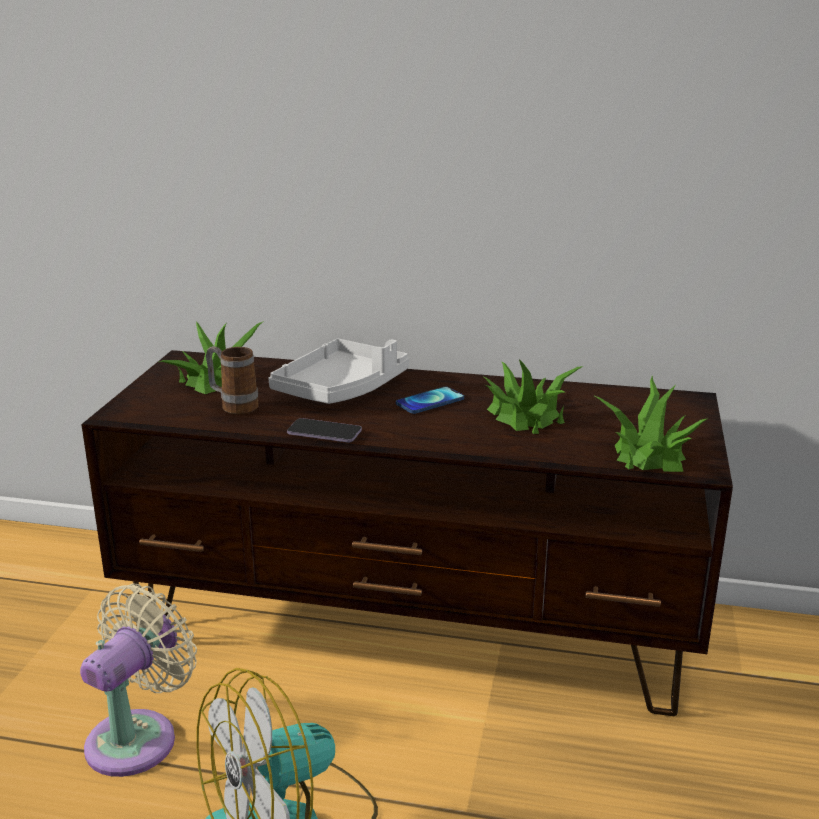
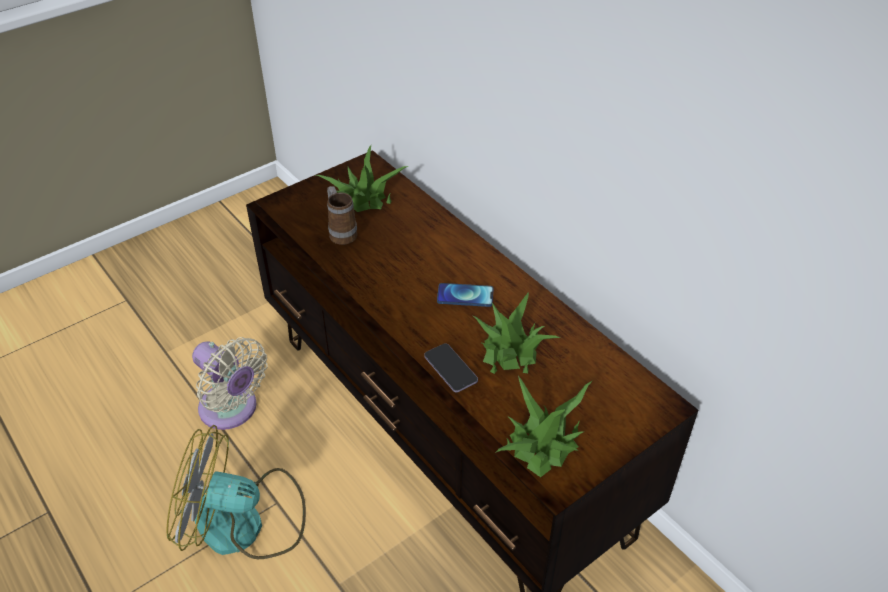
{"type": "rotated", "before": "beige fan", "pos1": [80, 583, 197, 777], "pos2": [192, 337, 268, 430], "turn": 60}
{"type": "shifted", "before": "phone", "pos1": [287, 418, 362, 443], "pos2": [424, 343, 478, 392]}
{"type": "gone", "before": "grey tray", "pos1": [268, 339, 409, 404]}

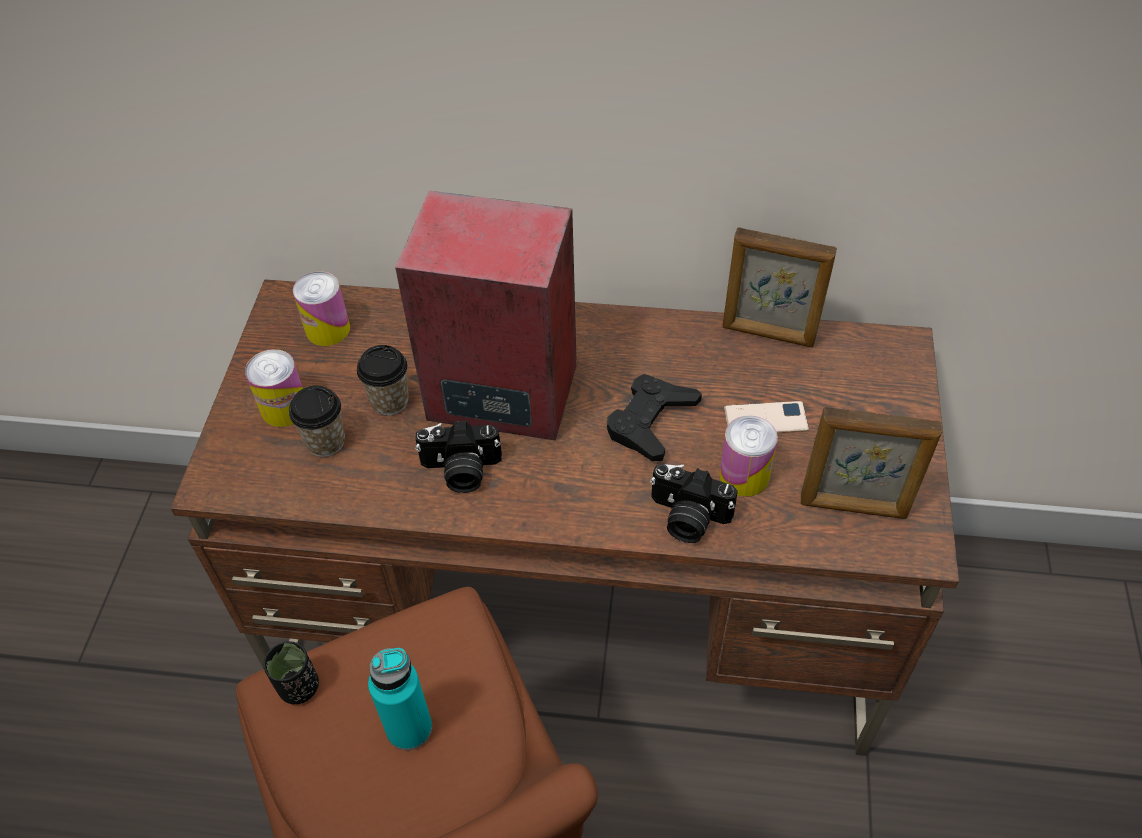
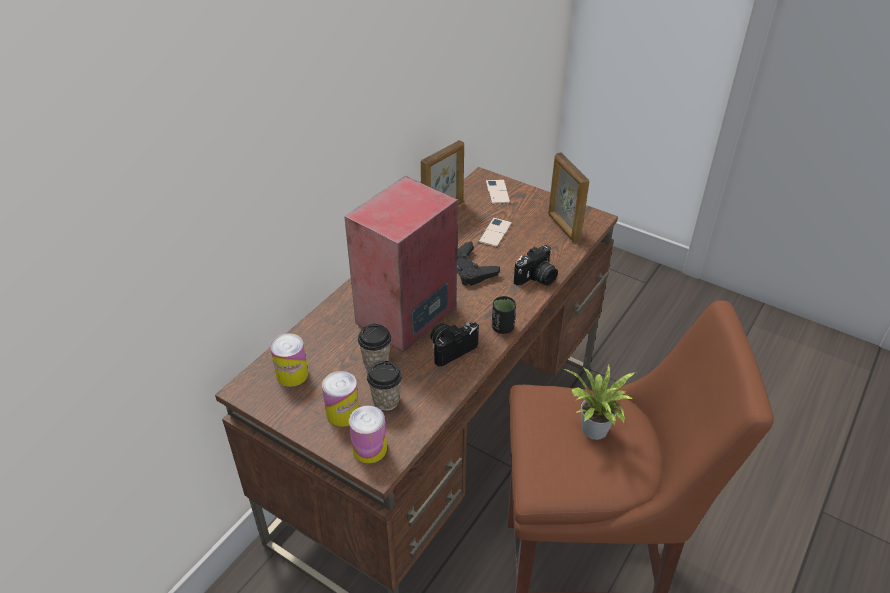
{"type": "shifted", "before": "can", "pos1": [719, 415, 778, 497], "pos2": [349, 405, 387, 463]}
{"type": "rotated", "before": "photo camera", "pos1": [415, 420, 502, 493], "pos2": [430, 322, 479, 366], "turn": -150}
{"type": "new", "after": "phone", "pos2": [486, 179, 510, 204]}
{"type": "shifted", "before": "black cup", "pos1": [264, 641, 319, 704], "pos2": [492, 296, 516, 334]}
{"type": "rotated", "before": "picture frame", "pos1": [801, 407, 942, 519], "pos2": [548, 153, 590, 243], "turn": 120}
{"type": "swapped", "before": "turquoise bottle", "after": "potted plant", "pos1": [368, 648, 432, 750], "pos2": [564, 364, 634, 440]}

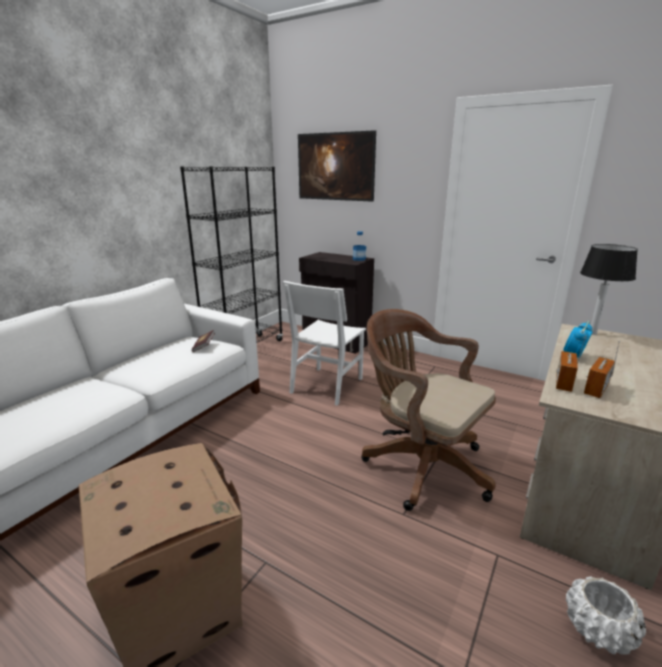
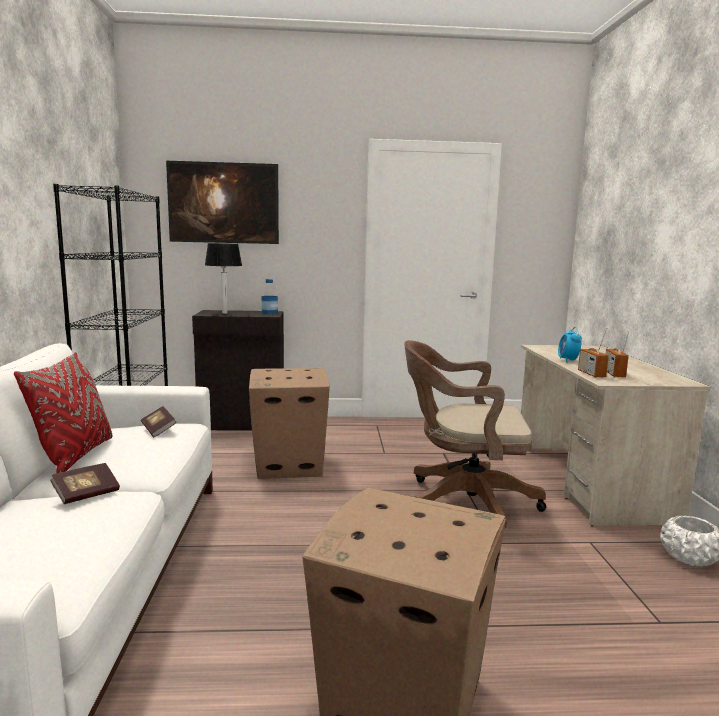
{"type": "new", "after": "red pillow", "pos2": [14, 352, 113, 473]}
{"type": "new", "after": "book", "pos2": [50, 463, 120, 504]}
{"type": "shifted", "before": "table lamp", "pos1": [580, 244, 638, 335], "pos2": [205, 243, 242, 314]}
{"type": "swapped", "before": "white chair", "after": "cardboard box", "pos1": [283, 281, 366, 406], "pos2": [249, 368, 330, 479]}

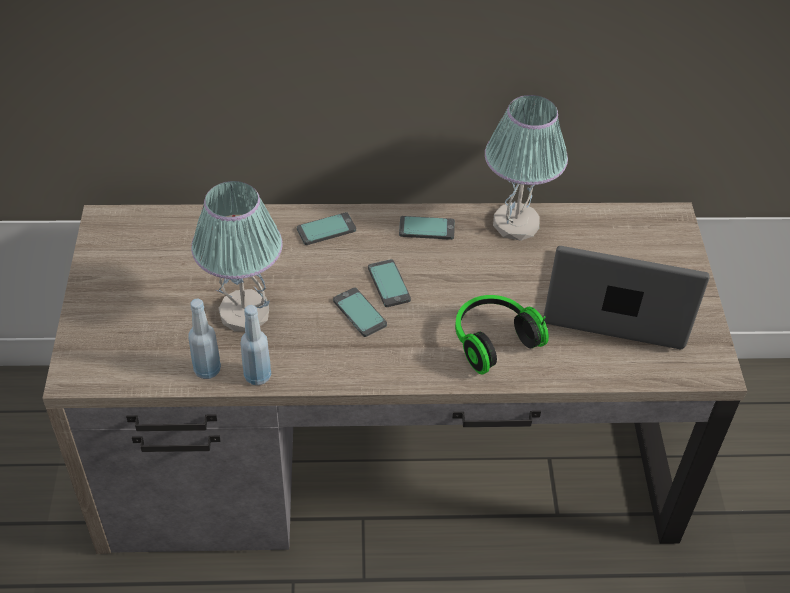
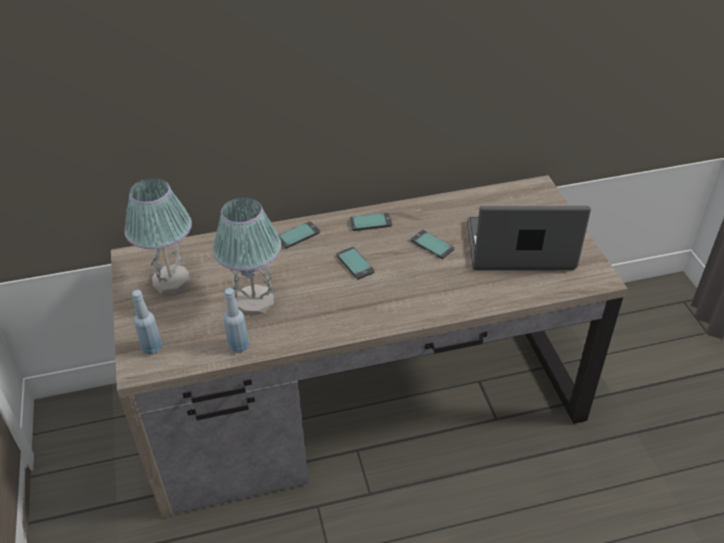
{"type": "shifted", "before": "table lamp", "pos1": [485, 95, 568, 241], "pos2": [124, 178, 192, 294]}
{"type": "shifted", "before": "blue bottle", "pos1": [240, 305, 271, 385], "pos2": [132, 290, 162, 355]}
{"type": "shifted", "before": "phone", "pos1": [333, 287, 387, 337], "pos2": [411, 230, 454, 259]}
{"type": "gone", "before": "headphones", "pos1": [455, 295, 549, 374]}

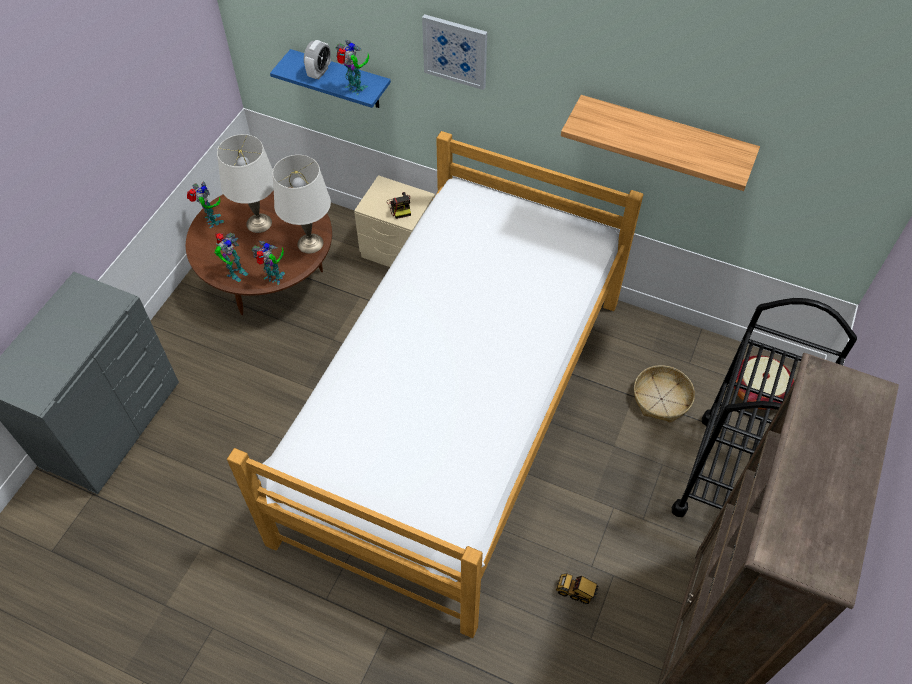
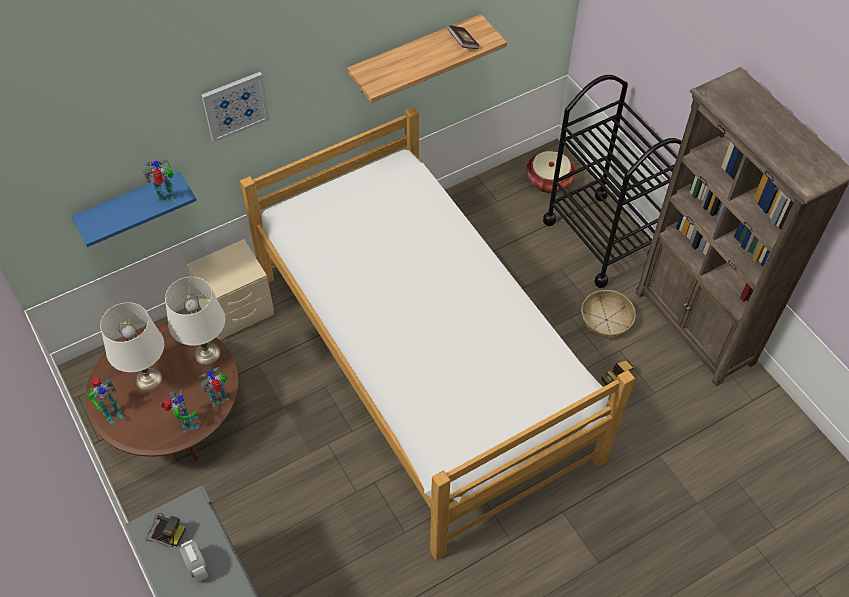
{"type": "rotated", "before": "toy robot", "pos1": [187, 181, 224, 228], "pos2": [87, 377, 124, 424], "turn": 135}
{"type": "shifted", "before": "photo camera", "pos1": [387, 192, 411, 219], "pos2": [147, 513, 186, 547]}
{"type": "shifted", "before": "alarm clock", "pos1": [304, 40, 331, 79], "pos2": [179, 540, 208, 582]}
{"type": "new", "after": "book", "pos2": [448, 25, 479, 49]}
{"type": "shifted", "before": "basket", "pos1": [634, 365, 695, 423], "pos2": [581, 290, 636, 340]}

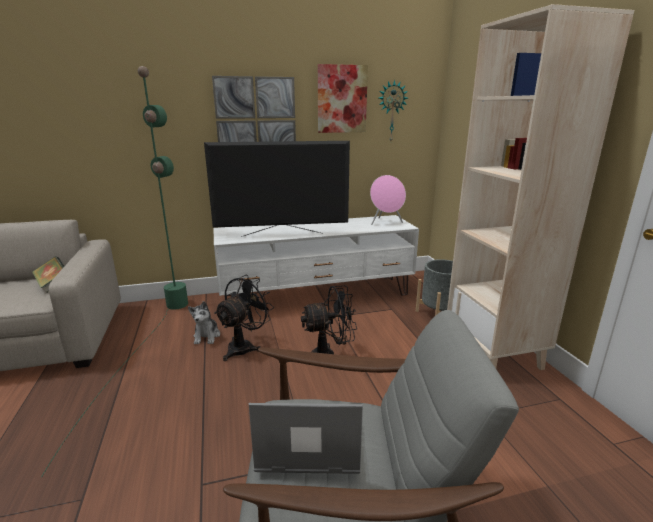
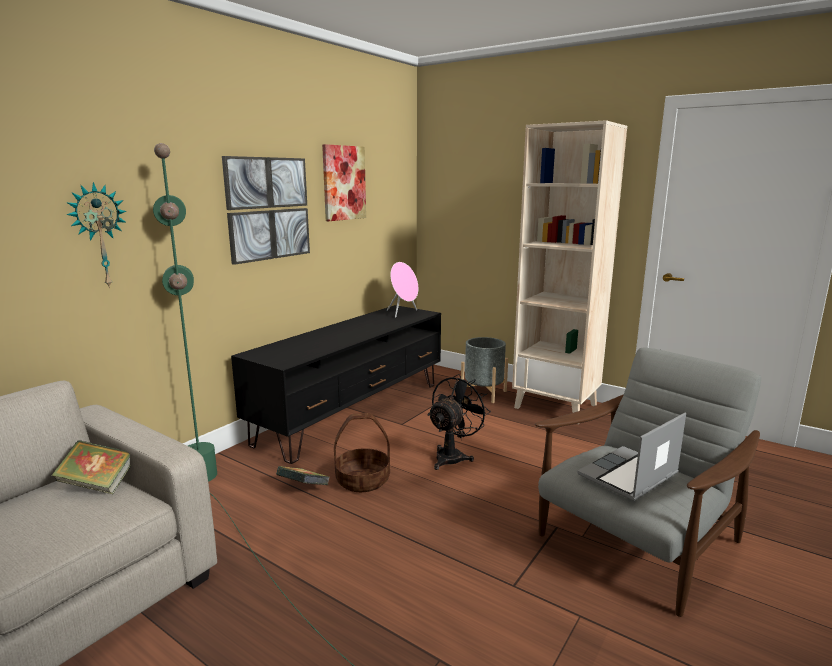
{"type": "shifted", "before": "wall clock", "pos1": [379, 80, 408, 141], "pos2": [66, 182, 127, 288]}
{"type": "repainted", "before": "white tv stand", "after": "black tv stand", "pos1": [213, 215, 419, 299], "pos2": [231, 305, 441, 464]}
{"type": "swapped", "before": "plush toy", "after": "book", "pos1": [188, 301, 220, 344], "pos2": [276, 466, 330, 485]}
{"type": "swapped", "before": "black fan", "after": "basket", "pos1": [214, 275, 274, 361], "pos2": [334, 413, 390, 492]}
{"type": "gone", "before": "television", "pos1": [204, 141, 350, 237]}

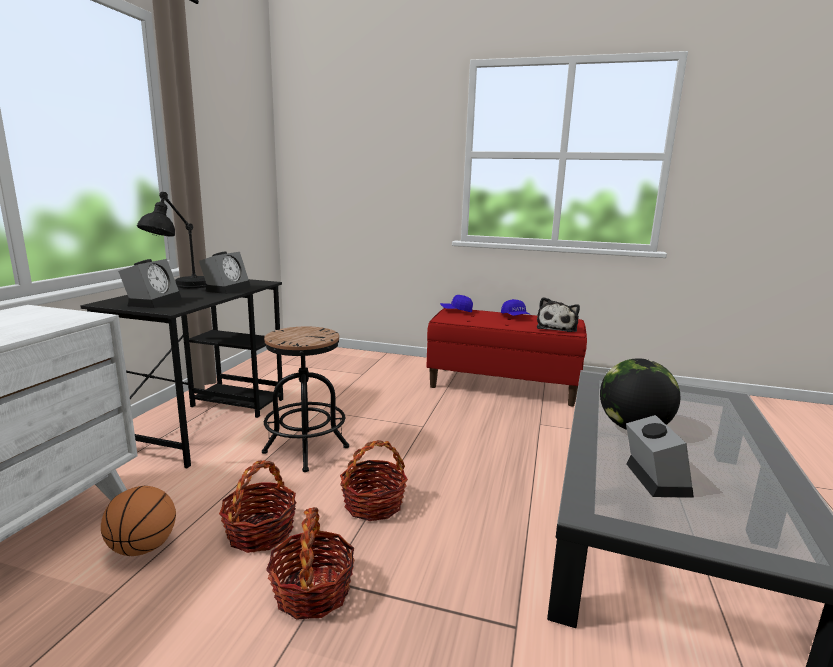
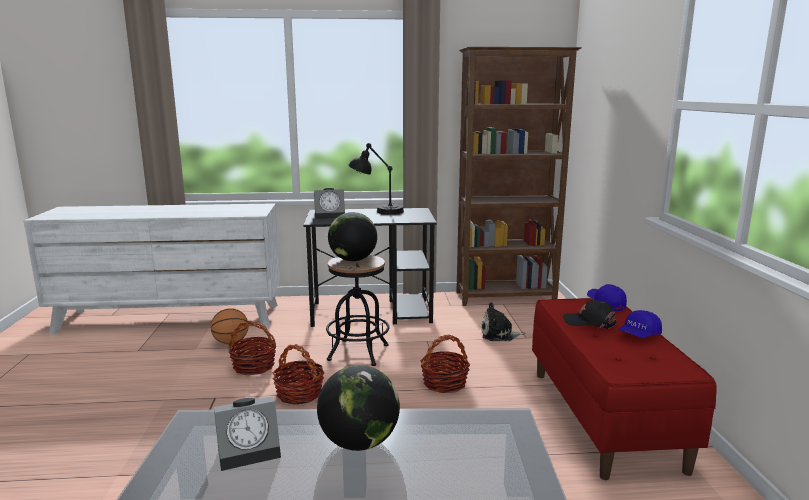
{"type": "new", "after": "globe", "pos2": [328, 212, 377, 261]}
{"type": "shifted", "before": "basket", "pos1": [266, 507, 355, 620], "pos2": [420, 335, 470, 393]}
{"type": "new", "after": "brown bookcase", "pos2": [456, 47, 582, 306]}
{"type": "shifted", "before": "plush toy", "pos1": [537, 297, 580, 332], "pos2": [481, 302, 525, 341]}
{"type": "new", "after": "black cap", "pos2": [563, 300, 617, 329]}
{"type": "gone", "before": "alarm clock", "pos1": [199, 251, 251, 294]}

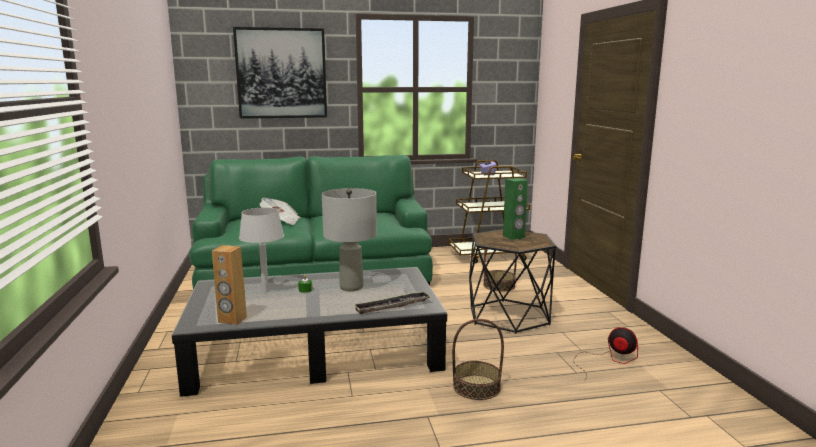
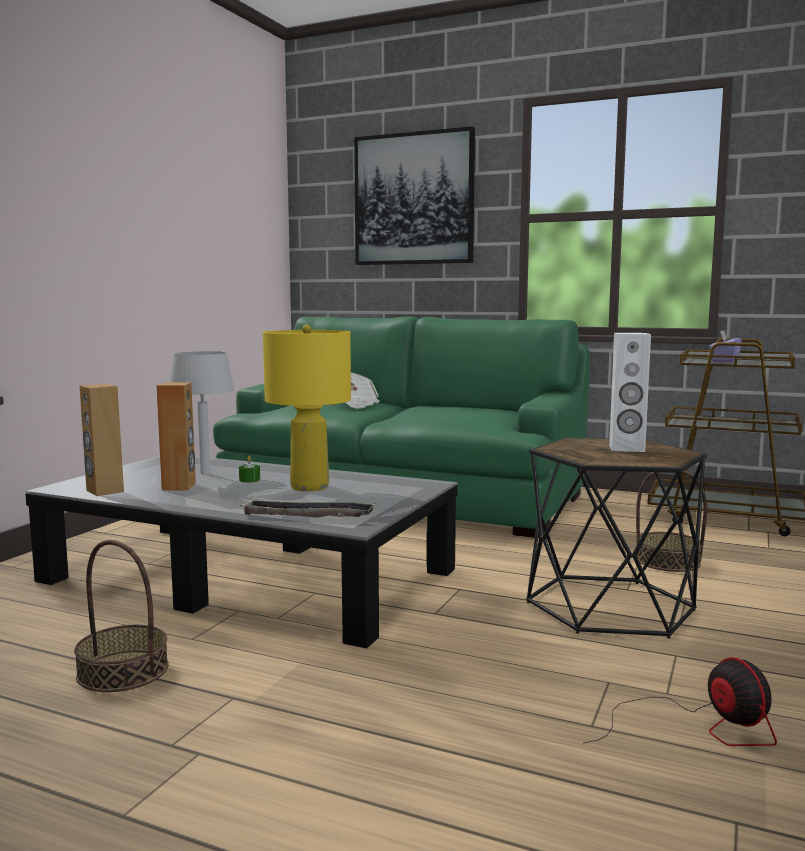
{"type": "shifted", "before": "basket", "pos1": [452, 319, 504, 400], "pos2": [74, 540, 168, 692]}
{"type": "new", "after": "brown speaker", "pos2": [156, 382, 196, 491]}
{"type": "repainted", "before": "grey table lamp", "after": "yellow table lamp", "pos1": [322, 188, 377, 291], "pos2": [263, 325, 351, 492]}
{"type": "repainted", "before": "green speaker", "after": "white speaker", "pos1": [503, 178, 528, 240], "pos2": [609, 333, 651, 452]}

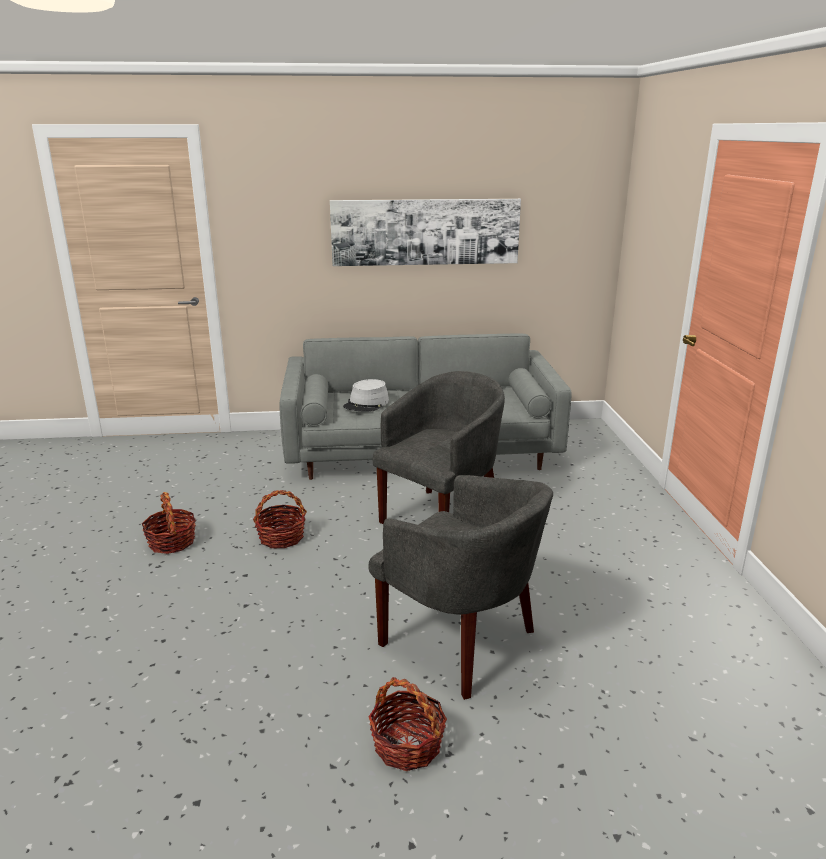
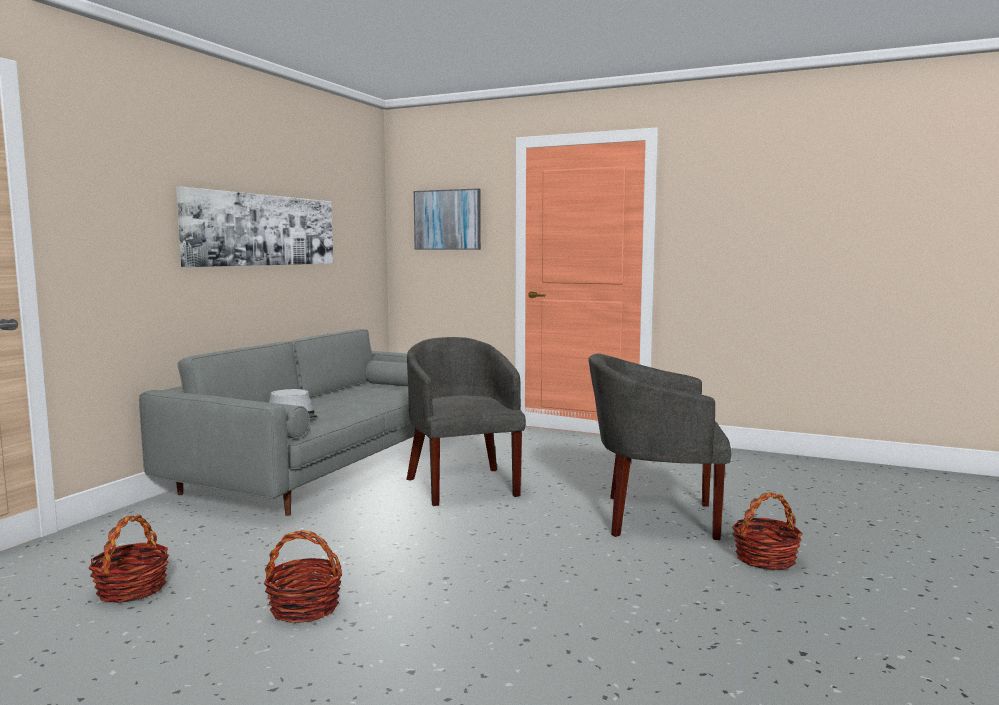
{"type": "shifted", "before": "basket", "pos1": [253, 490, 307, 549], "pos2": [89, 515, 169, 603]}
{"type": "new", "after": "picture", "pos2": [414, 188, 481, 250]}
{"type": "rotated", "before": "grey armchair", "pos1": [368, 475, 553, 700], "pos2": [588, 353, 731, 540], "turn": -150}

